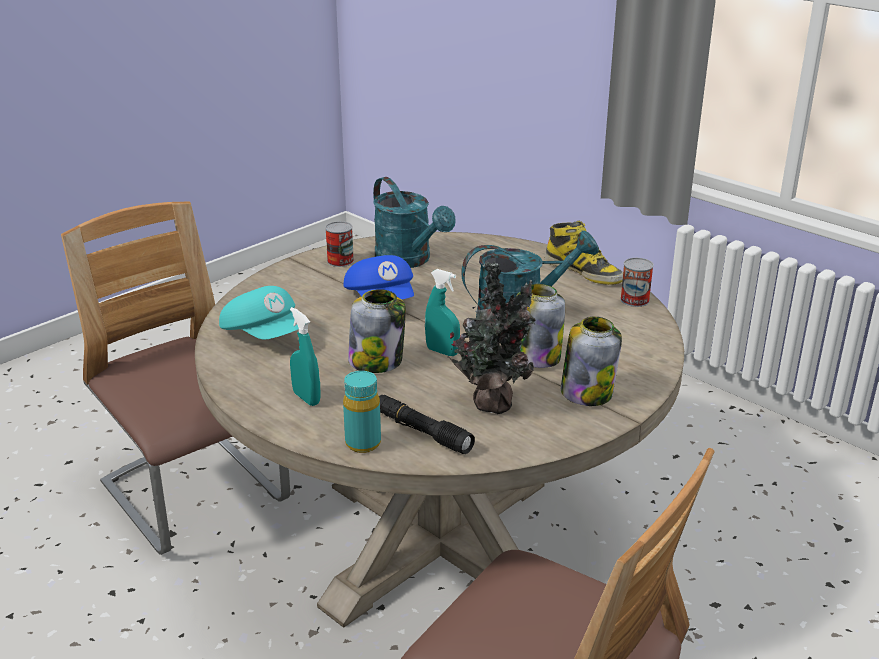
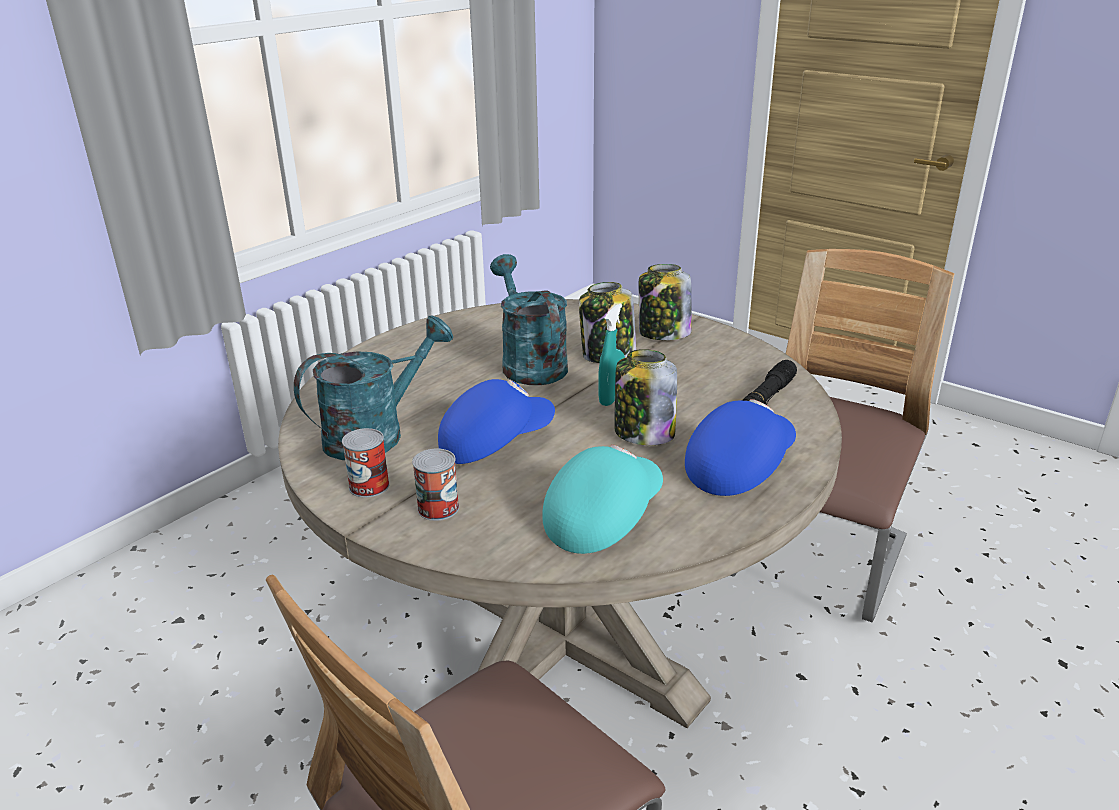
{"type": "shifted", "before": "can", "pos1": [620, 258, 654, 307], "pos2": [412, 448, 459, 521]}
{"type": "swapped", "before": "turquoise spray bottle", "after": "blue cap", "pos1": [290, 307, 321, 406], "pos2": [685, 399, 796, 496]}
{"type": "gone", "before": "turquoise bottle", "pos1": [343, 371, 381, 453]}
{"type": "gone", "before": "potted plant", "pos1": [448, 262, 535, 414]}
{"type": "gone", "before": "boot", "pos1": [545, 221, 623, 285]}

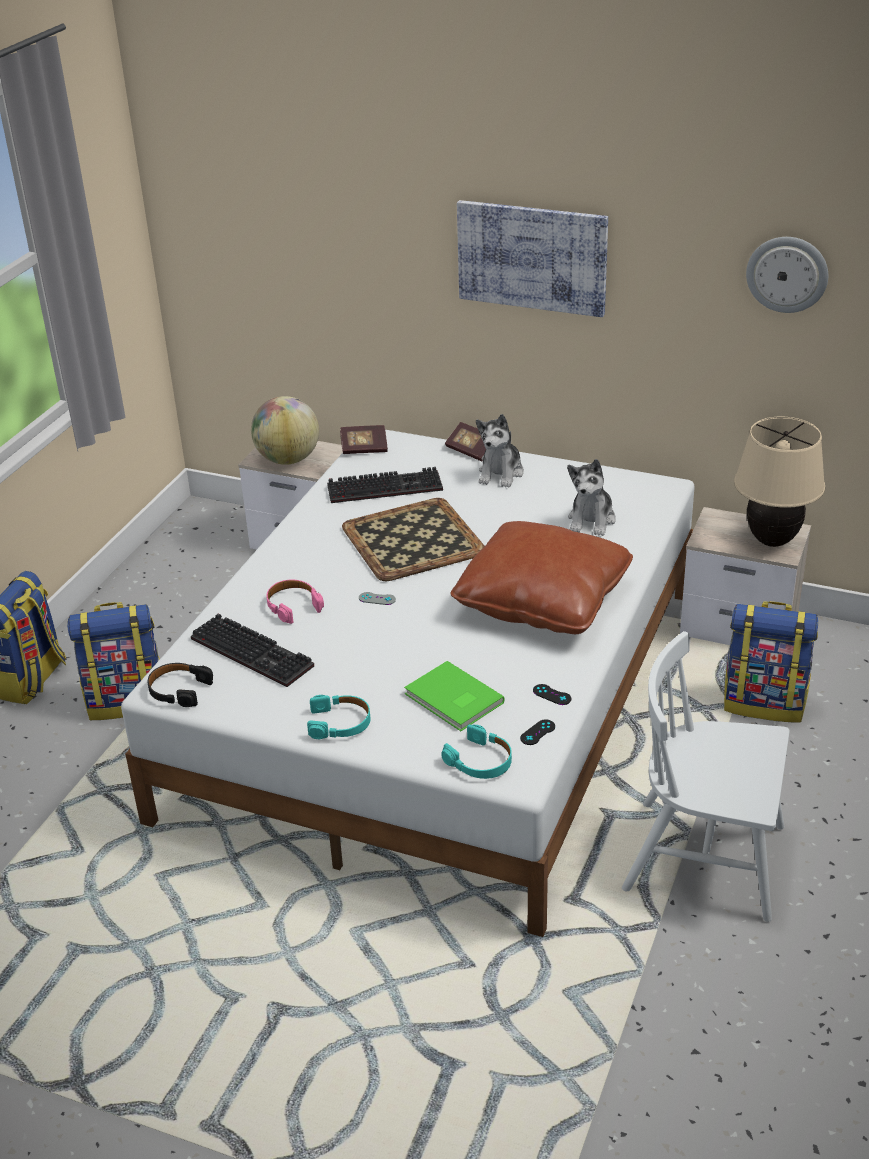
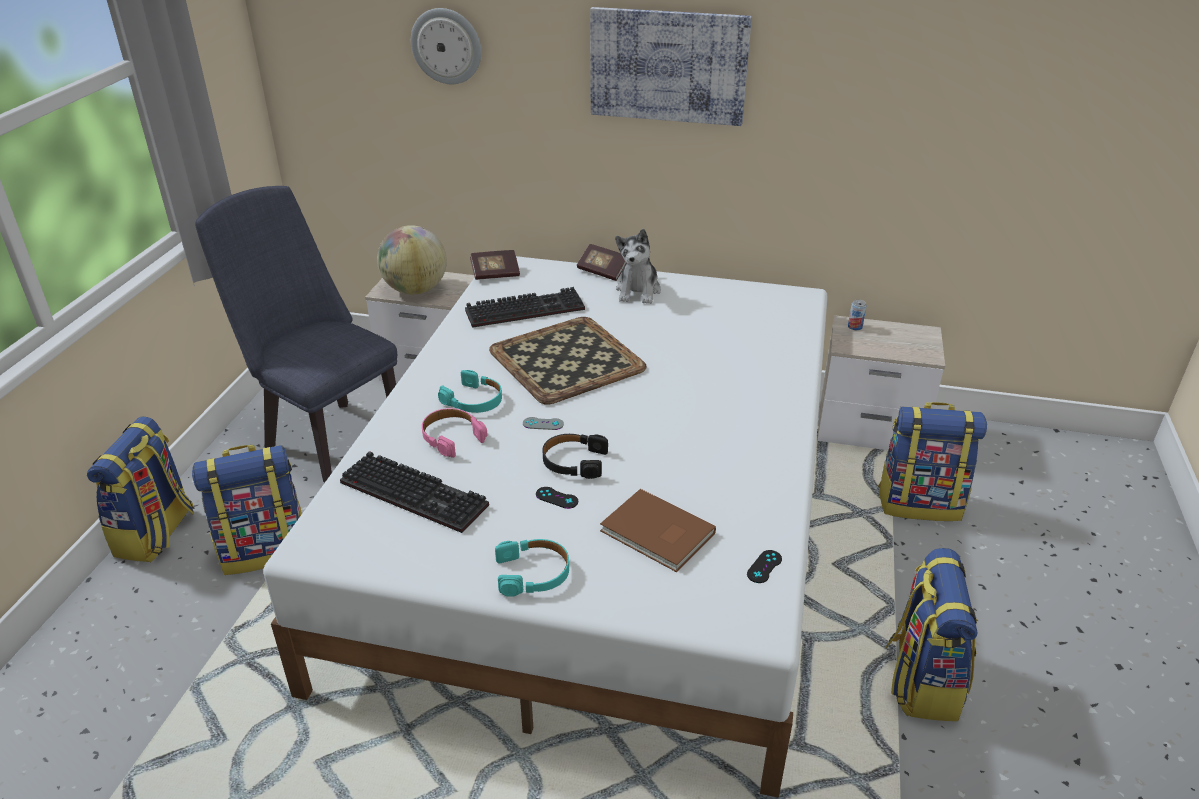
{"type": "new", "after": "blue chair", "pos2": [195, 186, 397, 483]}
{"type": "shifted", "before": "wall clock", "pos1": [746, 237, 828, 313], "pos2": [411, 8, 481, 84]}
{"type": "shifted", "before": "turquoise headphones", "pos1": [442, 724, 512, 779], "pos2": [438, 370, 502, 413]}
{"type": "shifted", "before": "black game controller", "pos1": [533, 684, 572, 705], "pos2": [536, 487, 578, 509]}
{"type": "shifted", "before": "black headphones", "pos1": [148, 663, 213, 707], "pos2": [543, 434, 608, 479]}
{"type": "repainted", "before": "green book", "after": "brown book", "pos1": [404, 661, 505, 731], "pos2": [600, 489, 716, 572]}
{"type": "new", "after": "can", "pos2": [848, 300, 867, 330]}
{"type": "swapped", "before": "white chair", "after": "backpack", "pos1": [622, 631, 790, 922], "pos2": [885, 548, 978, 721]}
{"type": "gone", "before": "brown pillow", "pos1": [450, 521, 633, 634]}
{"type": "gone", "before": "plush toy", "pos1": [567, 459, 616, 536]}
{"type": "gone", "before": "beige table lamp", "pos1": [734, 417, 825, 547]}

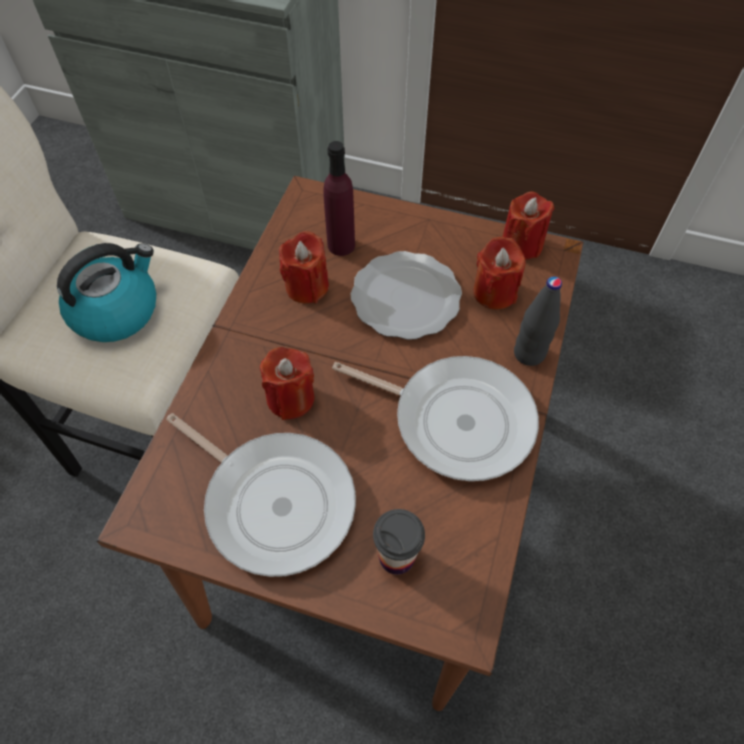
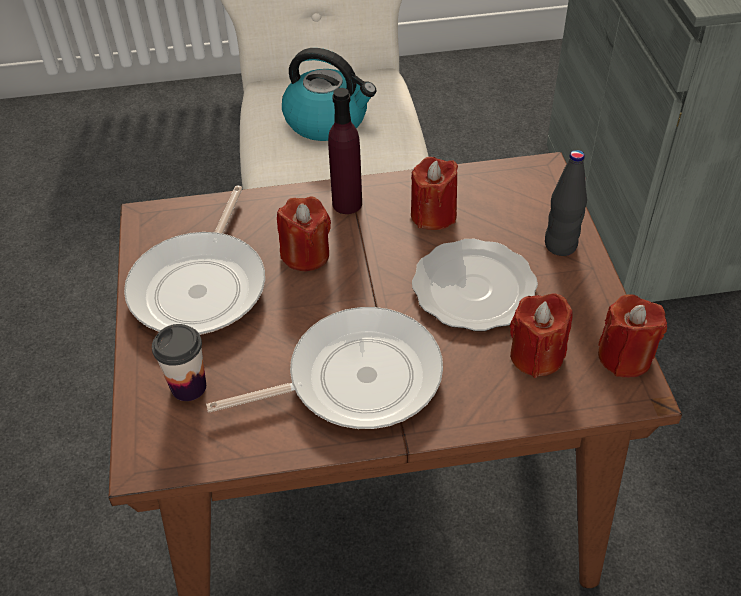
{"type": "rotated", "before": "frying pan", "pos1": [332, 356, 539, 481], "pos2": [206, 307, 443, 429], "turn": -105}
{"type": "shifted", "before": "purple bottle", "pos1": [323, 141, 355, 256], "pos2": [328, 88, 362, 214]}
{"type": "shifted", "before": "black bottle", "pos1": [514, 276, 562, 366], "pos2": [545, 150, 587, 256]}

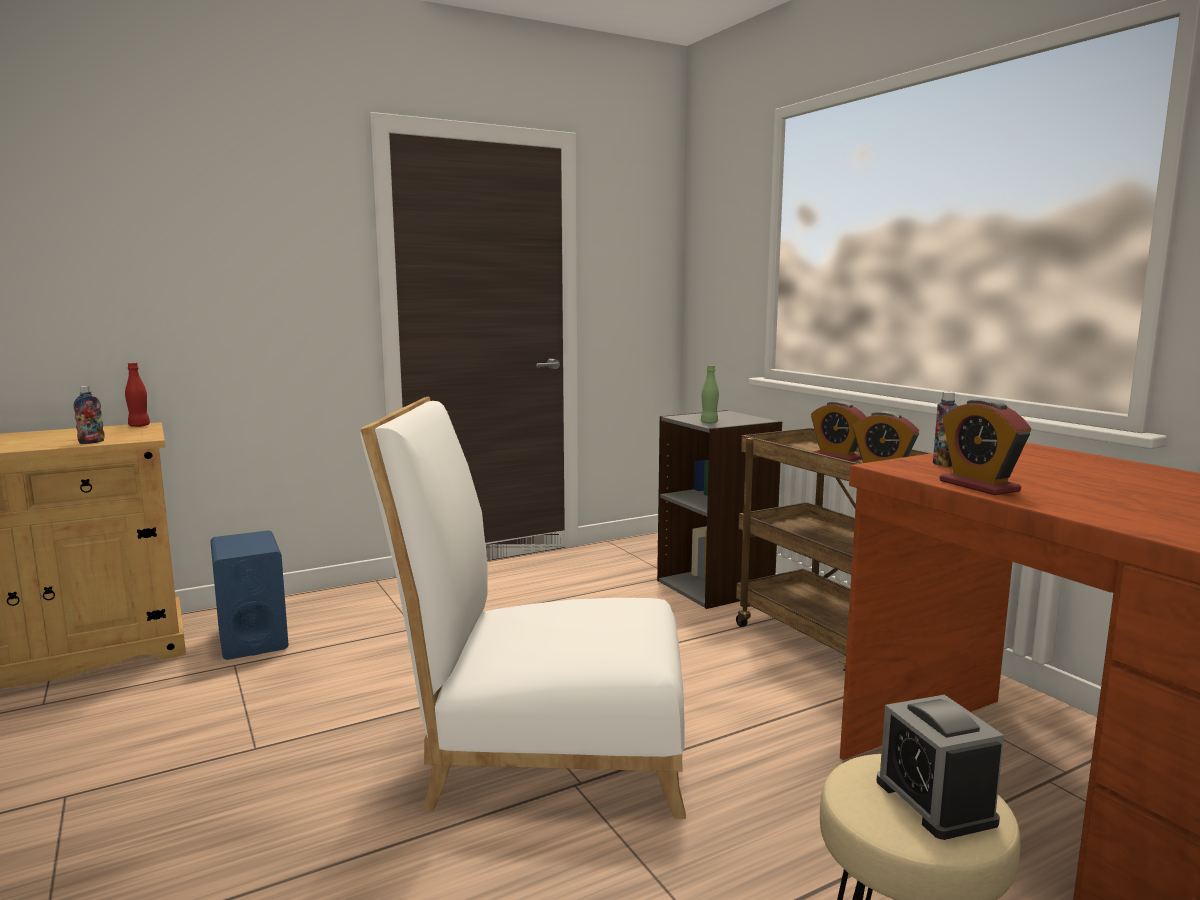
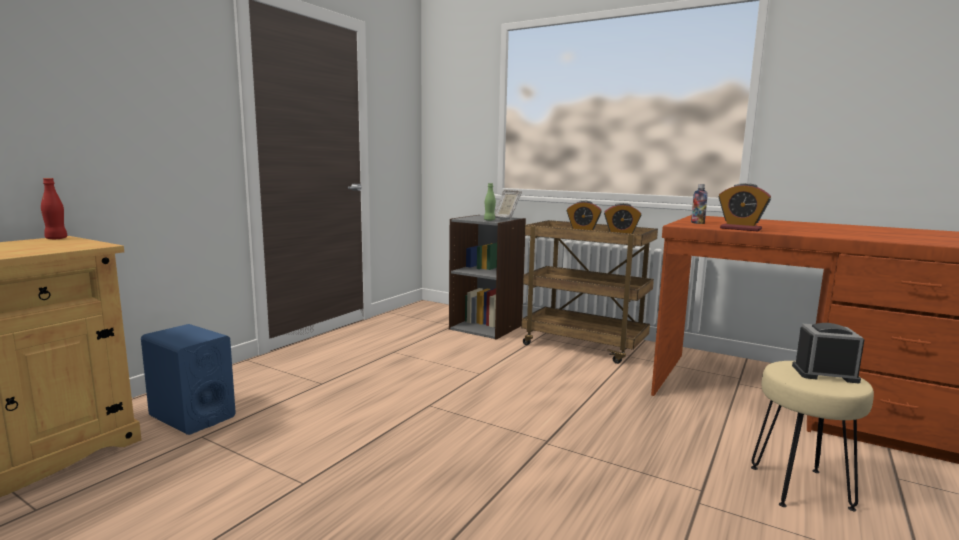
{"type": "new", "after": "picture frame", "pos2": [495, 190, 522, 219]}
{"type": "rotated", "before": "alarm clock", "pos1": [876, 695, 1004, 840], "pos2": [792, 323, 864, 383], "turn": 150}
{"type": "gone", "before": "bottle", "pos1": [74, 386, 105, 444]}
{"type": "gone", "before": "white chair", "pos1": [360, 396, 686, 819]}

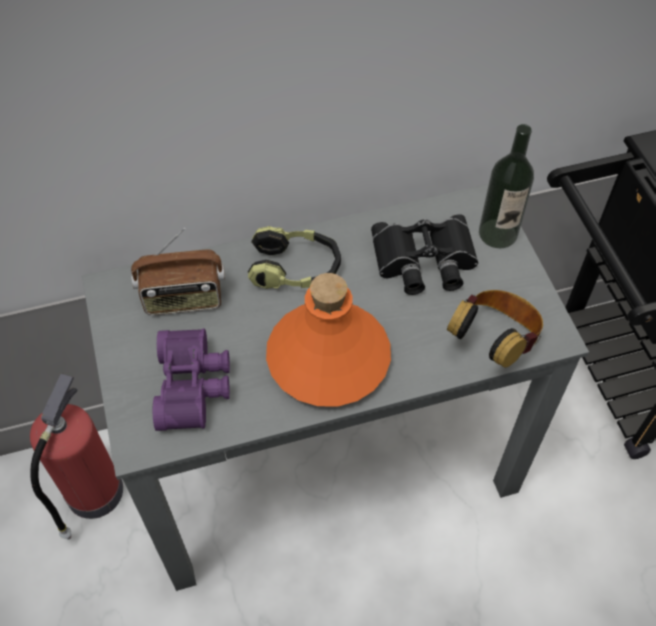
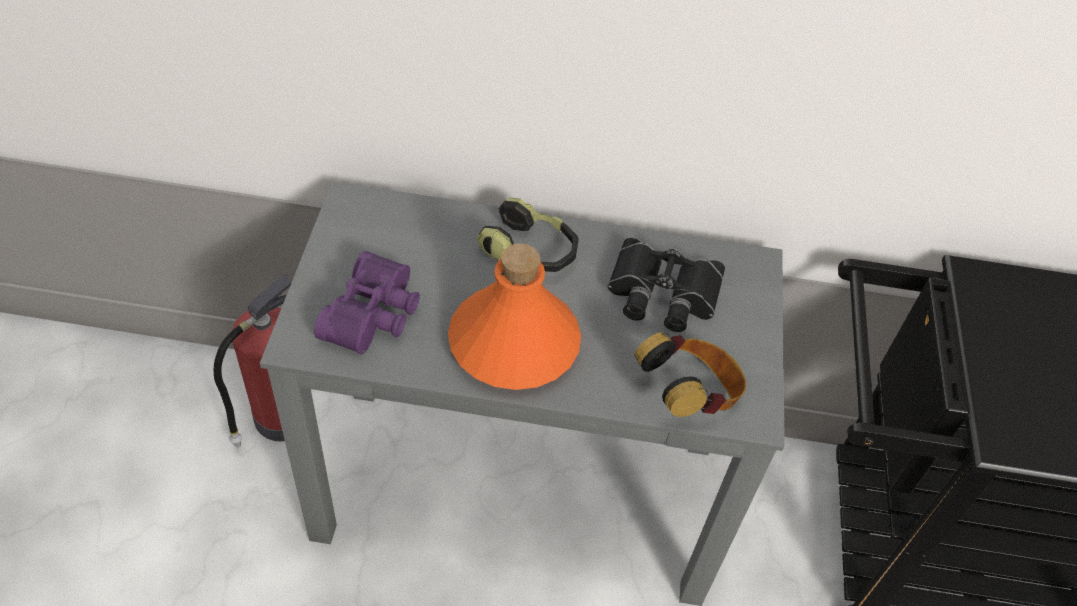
{"type": "gone", "before": "radio", "pos1": [131, 228, 225, 315]}
{"type": "gone", "before": "bottle", "pos1": [479, 124, 534, 248]}

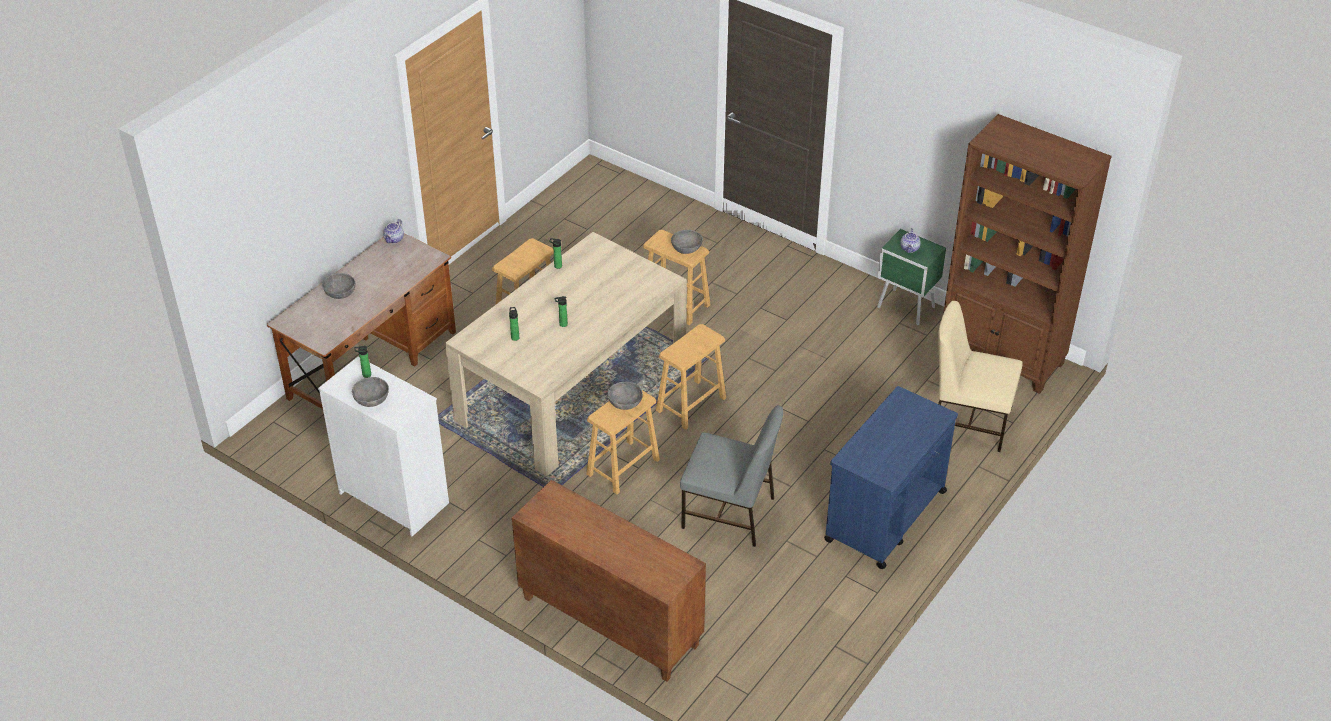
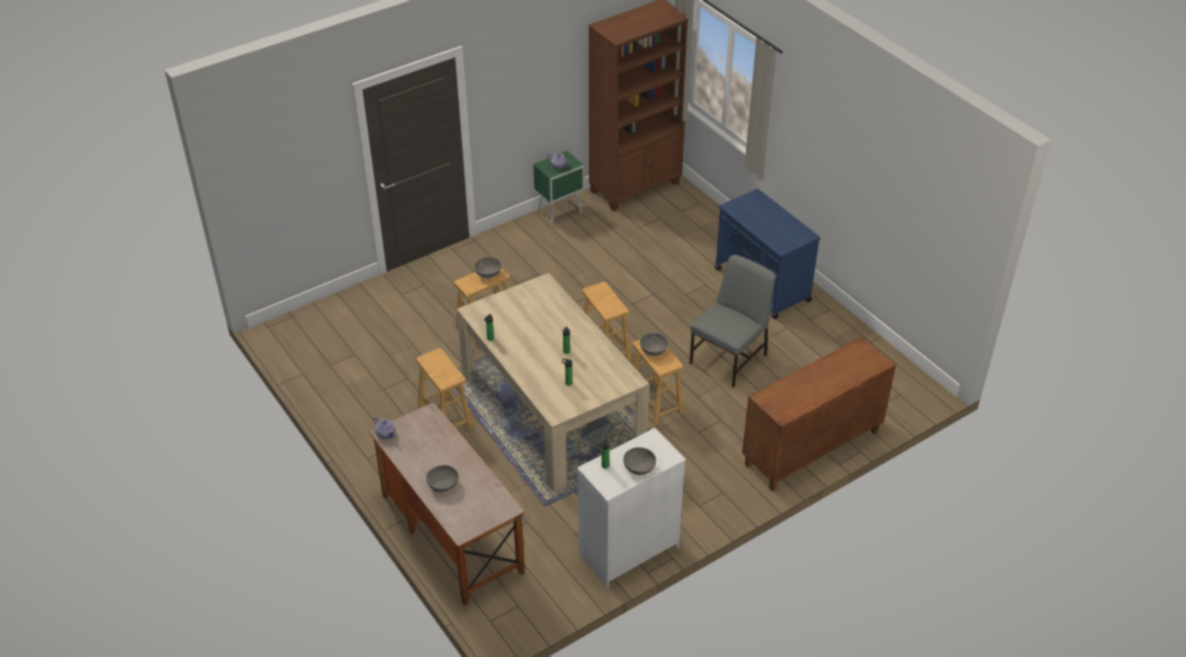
{"type": "gone", "before": "beige chair", "pos1": [938, 301, 1023, 452]}

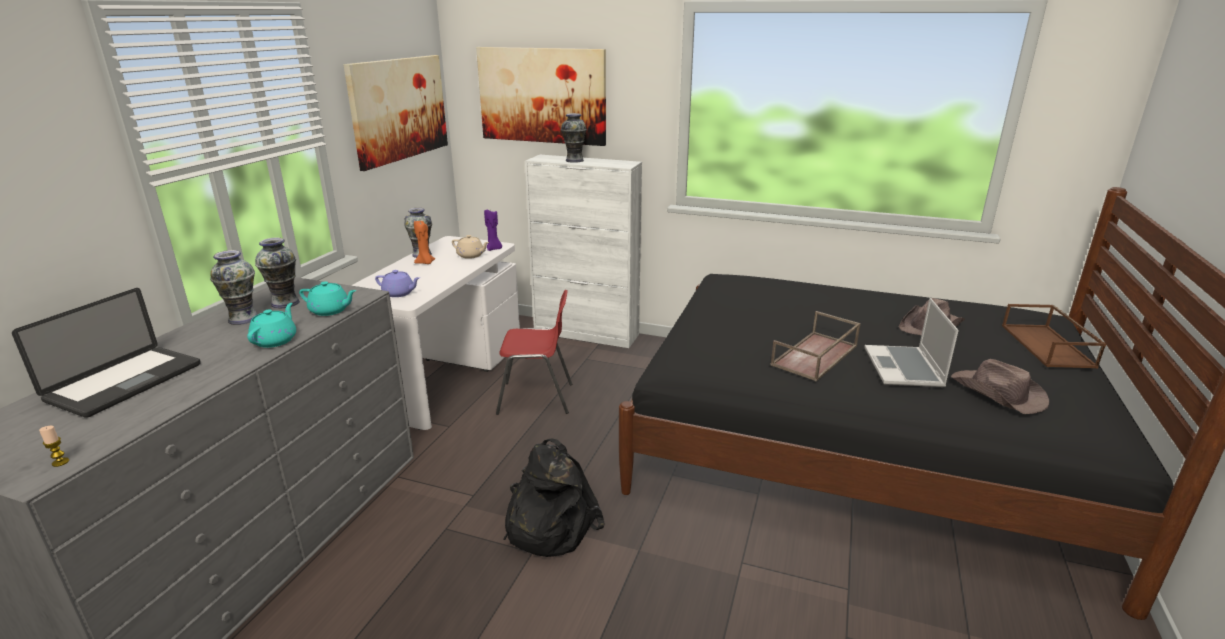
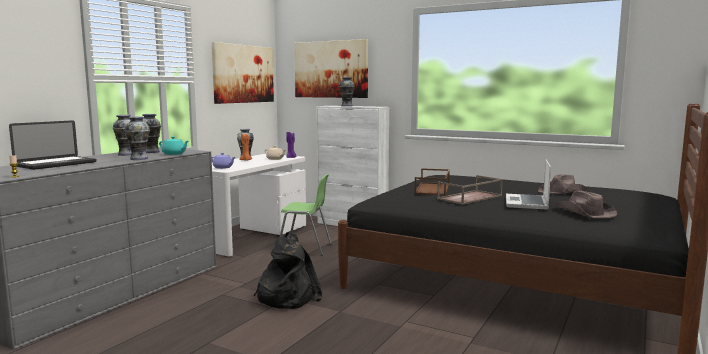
{"type": "swapped", "before": "turquoise teapot", "after": "vase", "pos1": [247, 303, 296, 348], "pos2": [125, 116, 150, 160]}
{"type": "repainted", "before": "red chair", "after": "green chair", "pos1": [496, 290, 572, 415], "pos2": [280, 174, 332, 256]}
{"type": "shifted", "before": "brown tray", "pos1": [1002, 304, 1106, 369], "pos2": [414, 168, 450, 196]}

